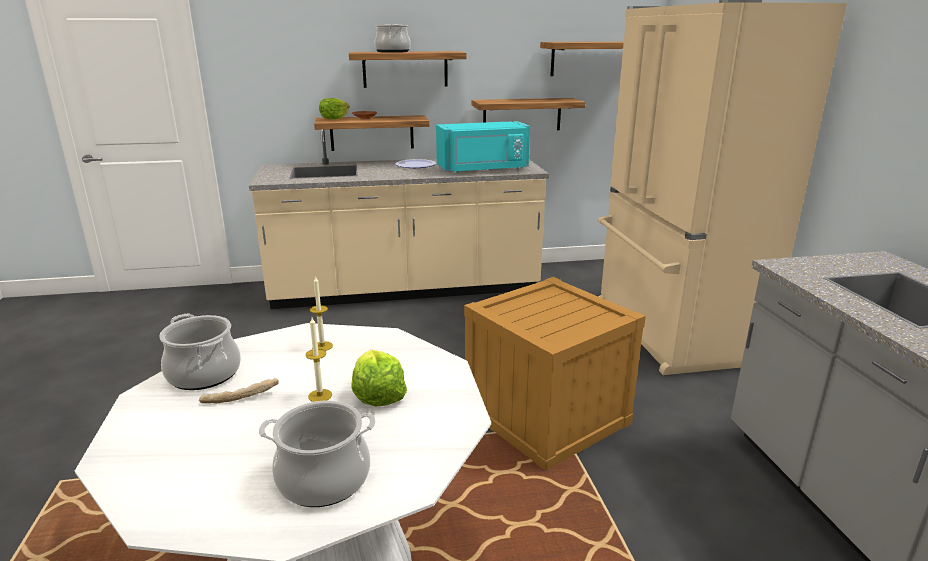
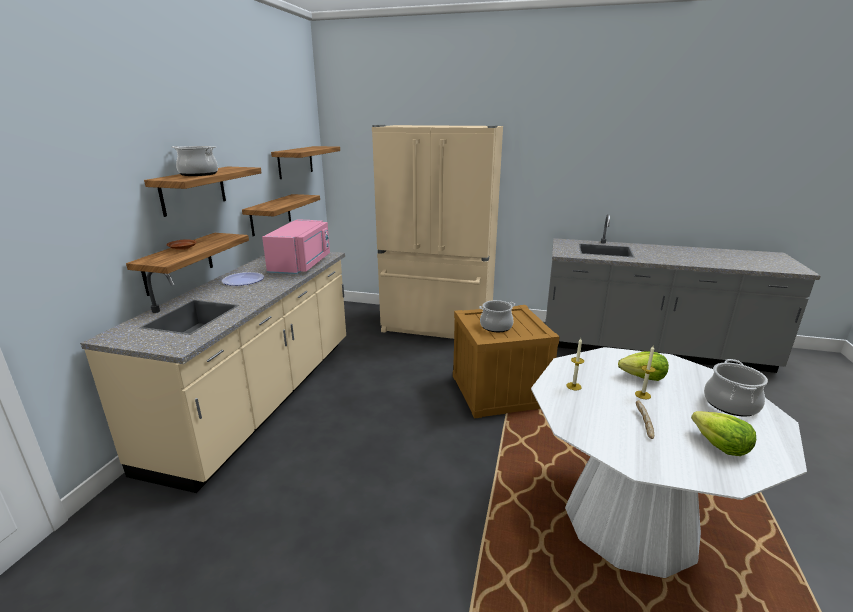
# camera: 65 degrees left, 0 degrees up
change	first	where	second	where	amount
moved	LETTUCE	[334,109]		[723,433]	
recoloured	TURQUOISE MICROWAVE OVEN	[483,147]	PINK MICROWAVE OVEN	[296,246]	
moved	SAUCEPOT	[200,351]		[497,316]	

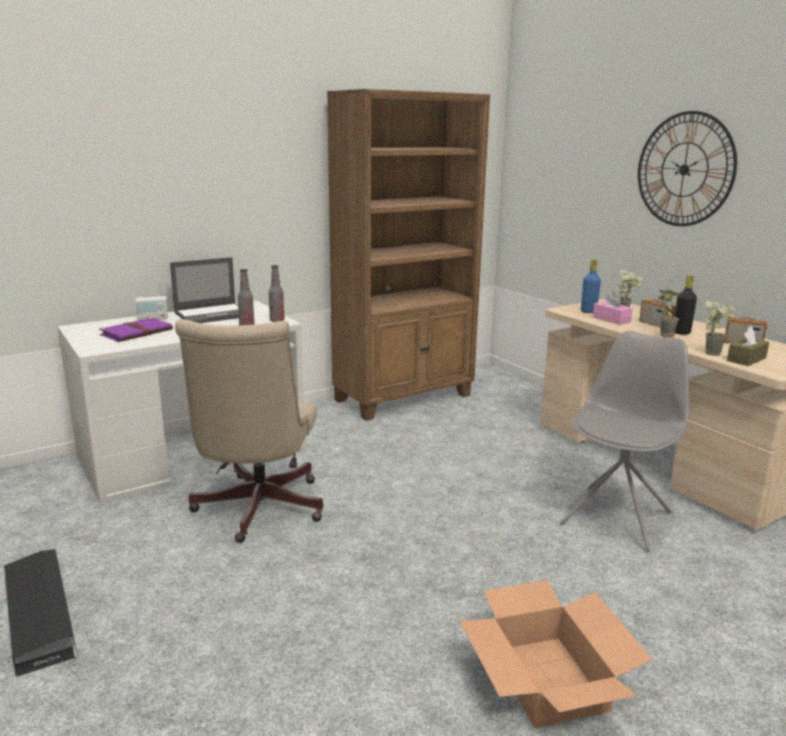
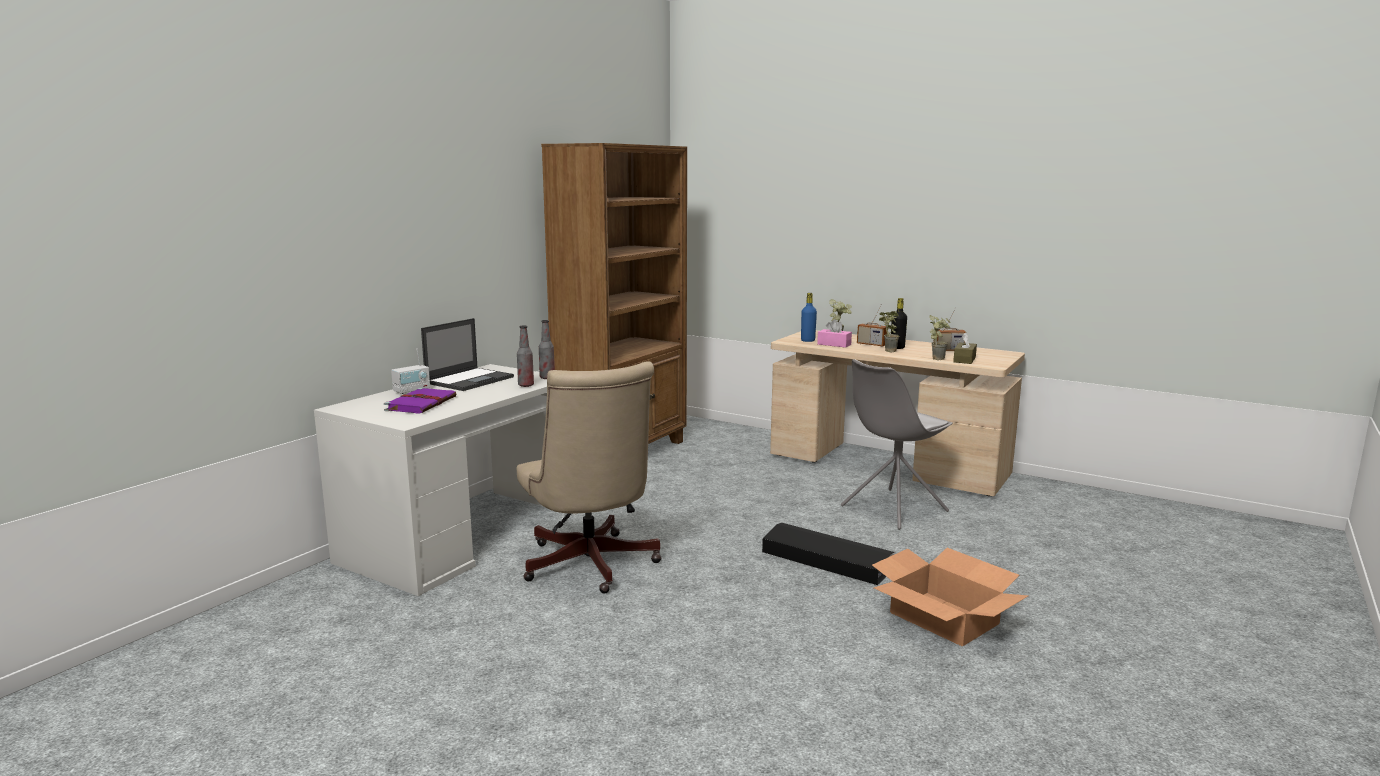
# camera: 25 degrees left, 5 degrees down
change	first	where	second	where	amount
removed	CLOCK ON THE WALL	[687,168]			
turned	GREYISH UPRIGHT CHAIR	[624,441]		[897,444]	135 degrees counterclockwise
moved	BLACK-COLOURED STORAGE BOX	[41,613]		[828,554]	

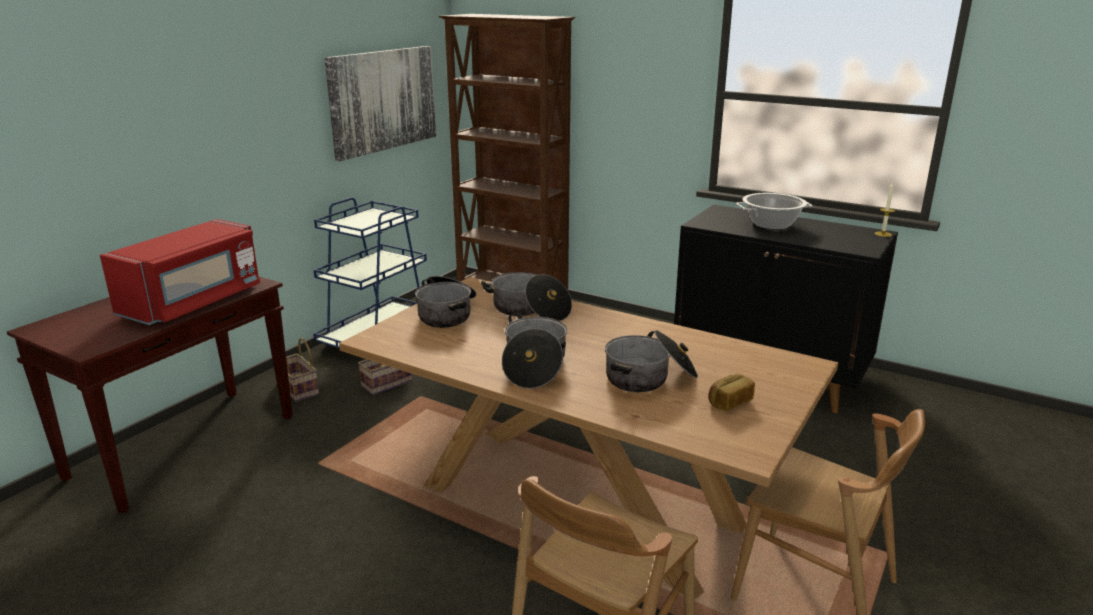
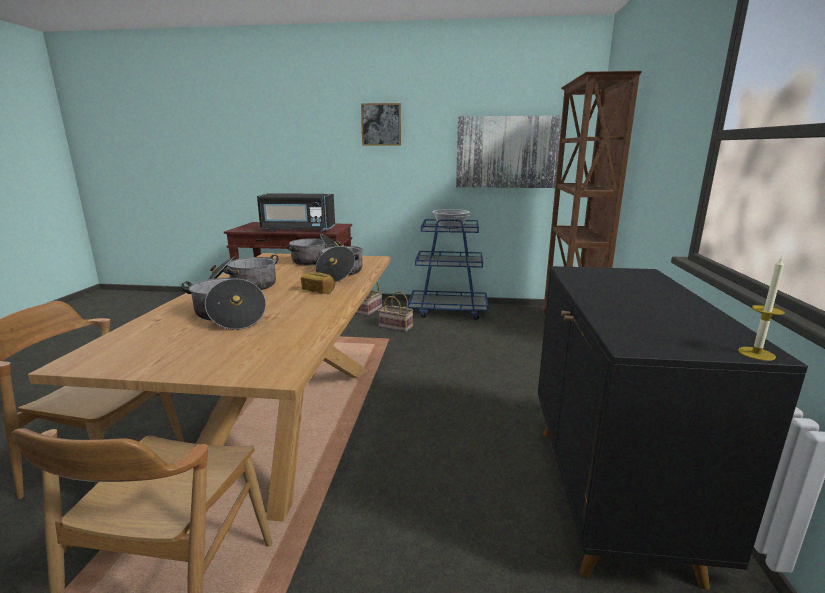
# camera: 65 degrees right, 5 degrees down
change	first	where	second	where	amount
moved	SAUCEPOT	[774,211]		[451,219]	
recoloured	RED-COLOURED MICROWAVE OVEN	[180,272]	BLACK-COLOURED MICROWAVE OVEN	[296,212]	
moved	BAKED BREAD	[731,392]		[318,283]	
added			WALL PICTURE	[381,124]	

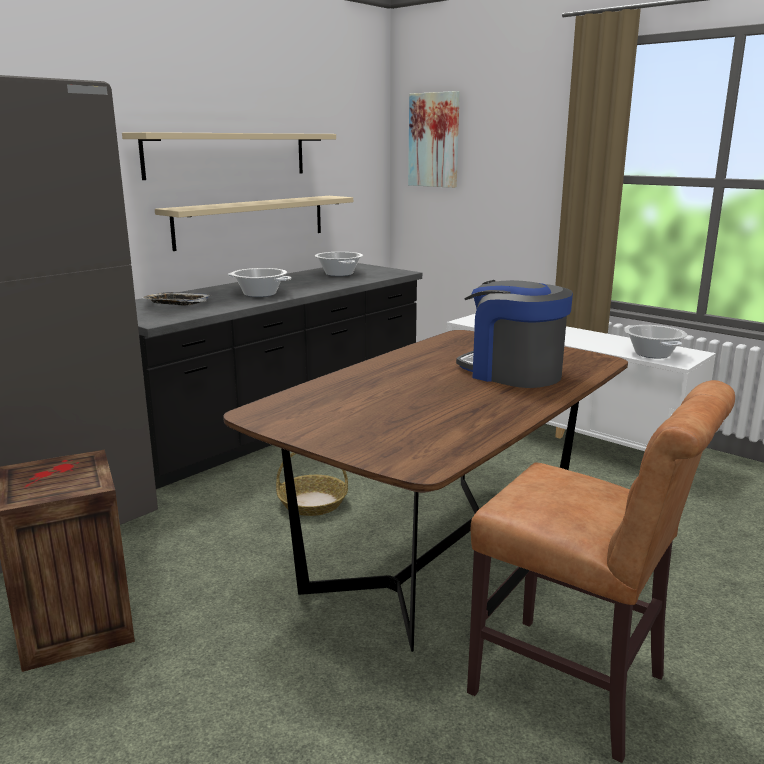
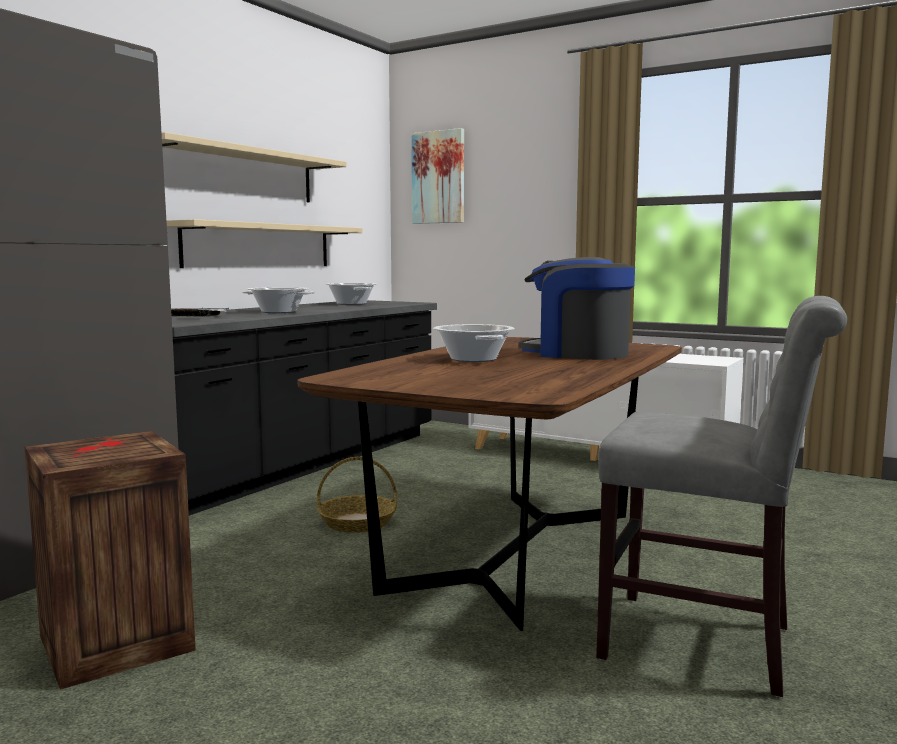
# camera: 10 degrees left, 10 degrees down
change	first	where	second	where	amount
moved	SAUCEPOT	[655,341]		[473,343]	
recoloured	BROWN-COLOURED UPRIGHT CHAIR	[601,571]	GREYISH UPRIGHT CHAIR	[721,496]	

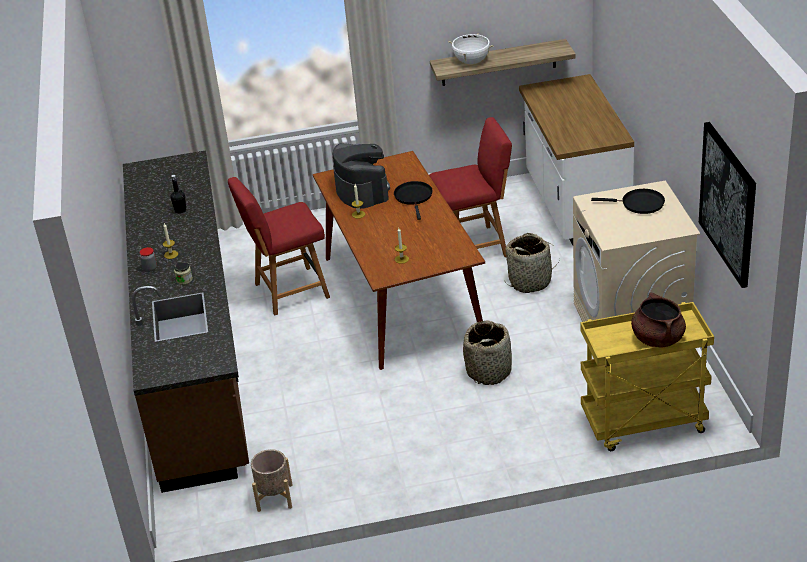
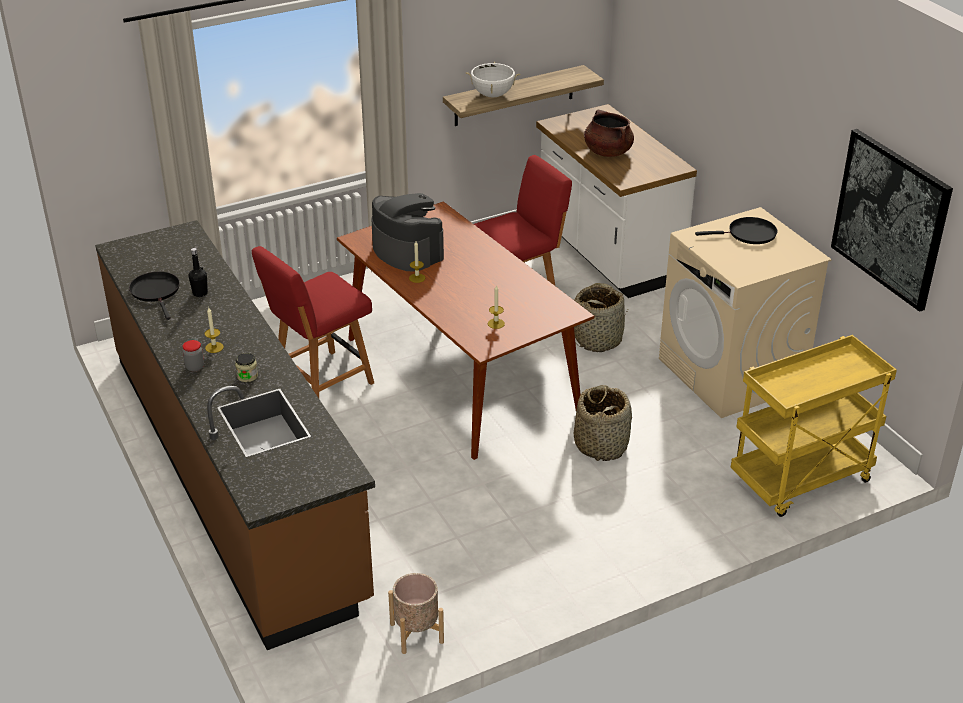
# camera: 20 degrees left, 0 degrees up
change	first	where	second	where	amount
moved	BLACK-COLOURED SKILLET	[413,200]		[154,296]	
moved	BROWN-COLOURED SAUCEPOT	[658,320]		[609,133]	

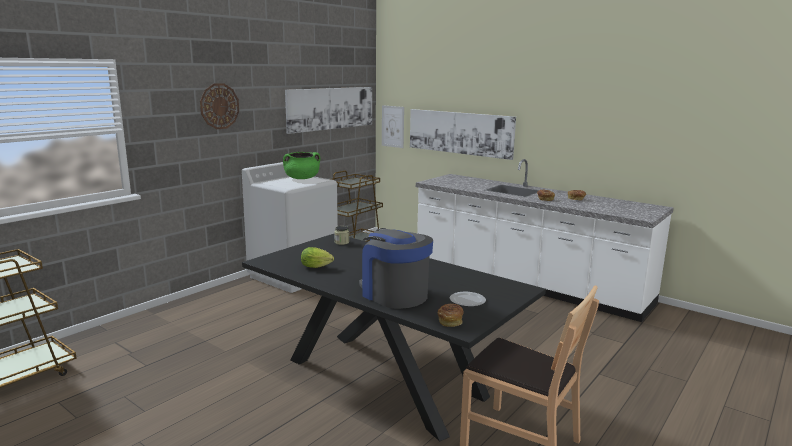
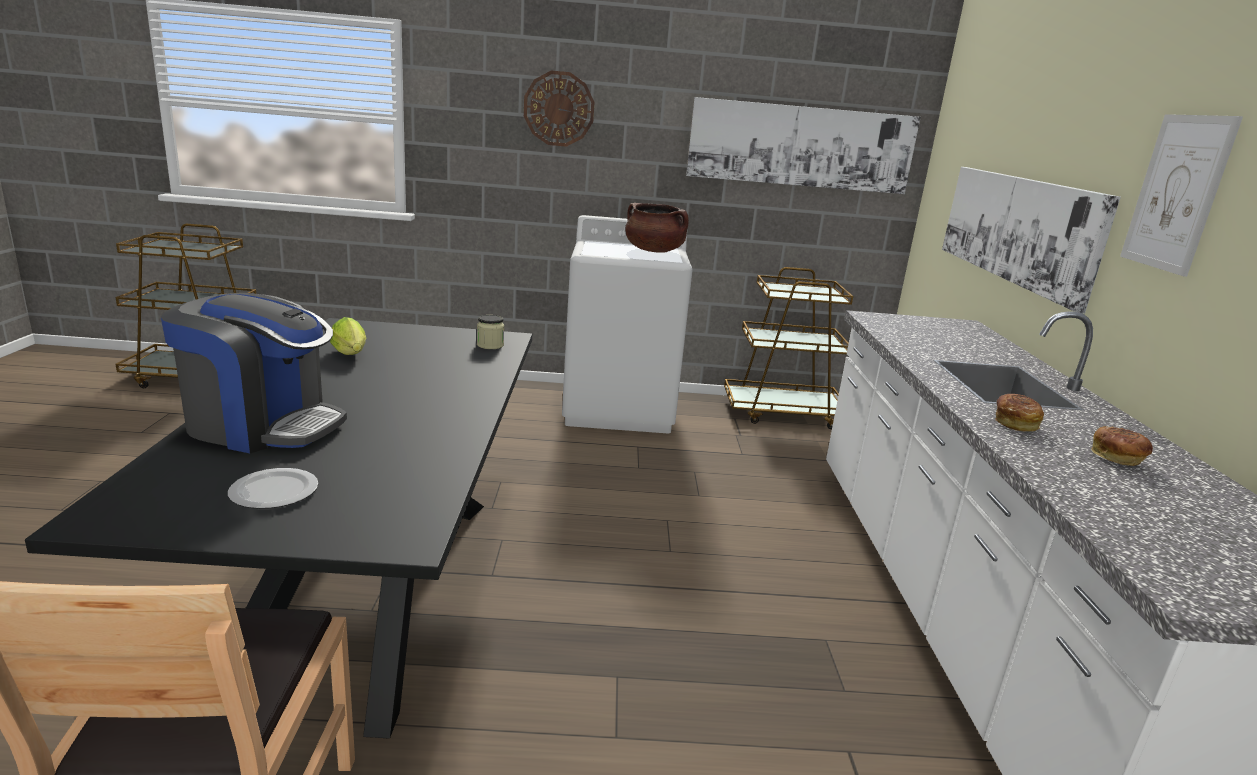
# camera: 50 degrees right, 5 degrees up
change	first	where	second	where	amount
moved	WALL PICTURE	[393,126]		[1181,195]	
recoloured	GREEN SAUCEPOT	[301,165]	BROWN-COLOURED SAUCEPOT	[657,228]	
turned	COFFEE BREWER	[396,268]		[254,373]	90 degrees clockwise
removed	BAKED BREAD	[451,315]			

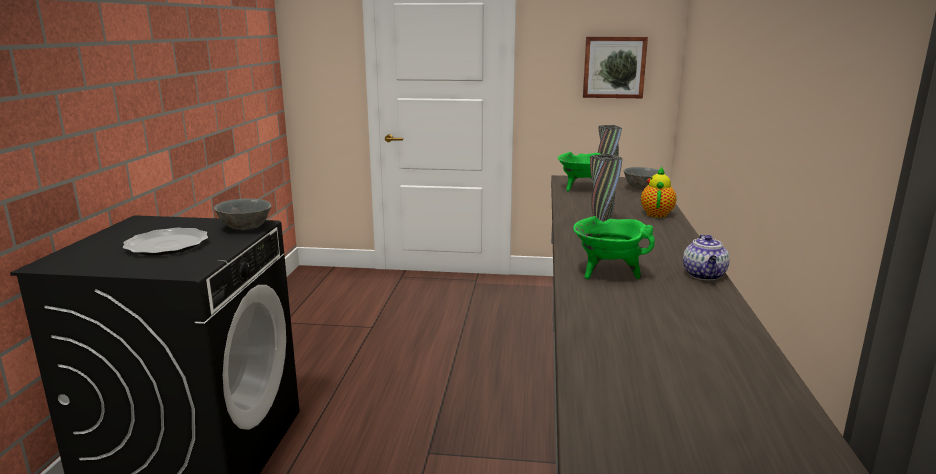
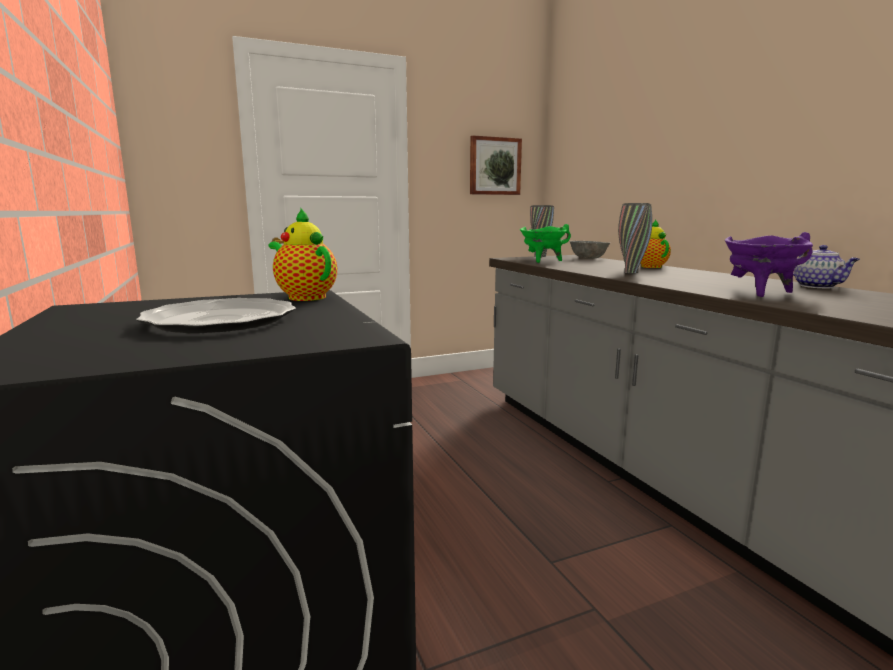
# camera: 30 degrees left, 5 degrees down
change	first	where	second	where	amount
replaced	GREYISH BOWL	[242,214]	TEAPOT	[303,254]	
recoloured	GREEN SAUCEPOT	[614,247]	PURPLISH SAUCEPOT	[769,264]	

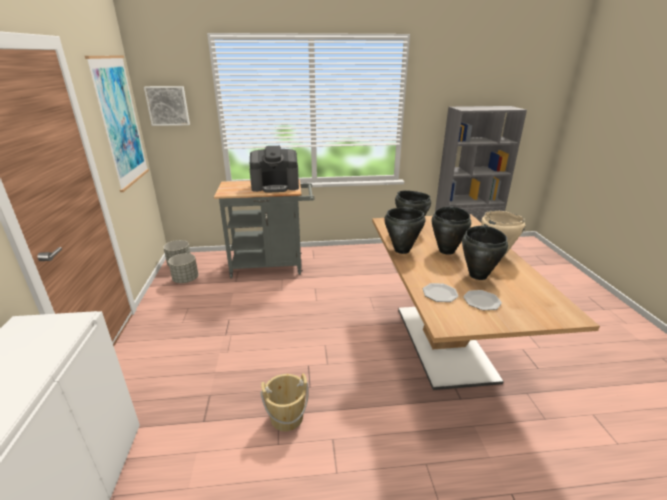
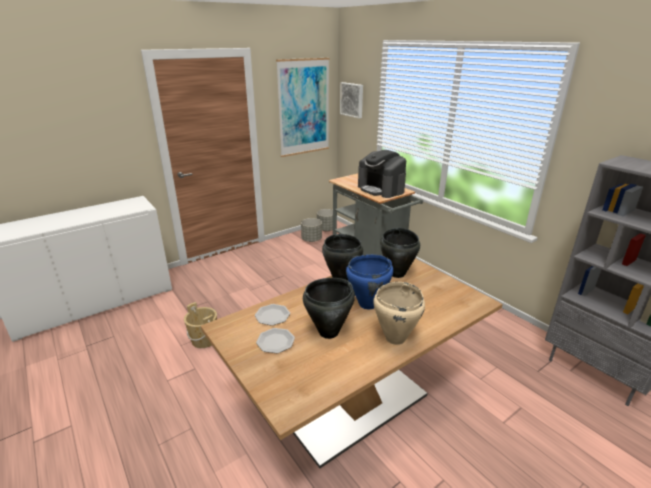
# camera: 60 degrees right, 0 degrees up
change	first	where	second	where	amount
recoloured	BLACK-COLOURED SAUCEPOT	[451,231]	BLUE-COLOURED SAUCEPOT	[369,282]	

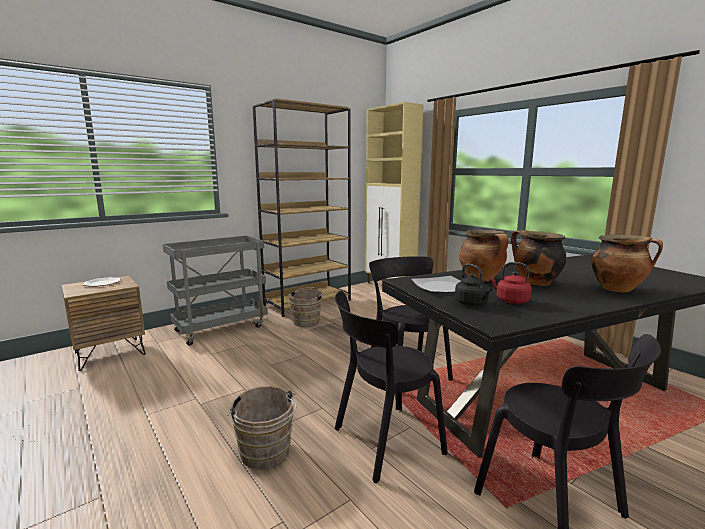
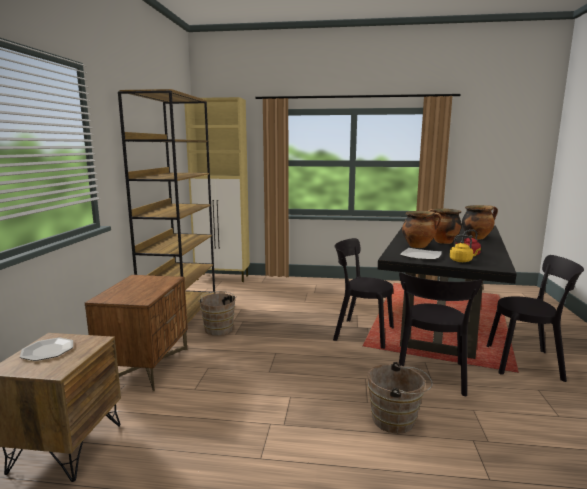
# camera: 45 degrees left, 0 degrees up
change	first	where	second	where	amount
replaced	GREYISH WHEELED CART	[215,290]	BROWN-COLOURED NIGHTSTAND	[136,333]	
recoloured	BLACK-COLOURED KETTLE	[473,285]	YELLOWISH KETTLE	[465,248]	

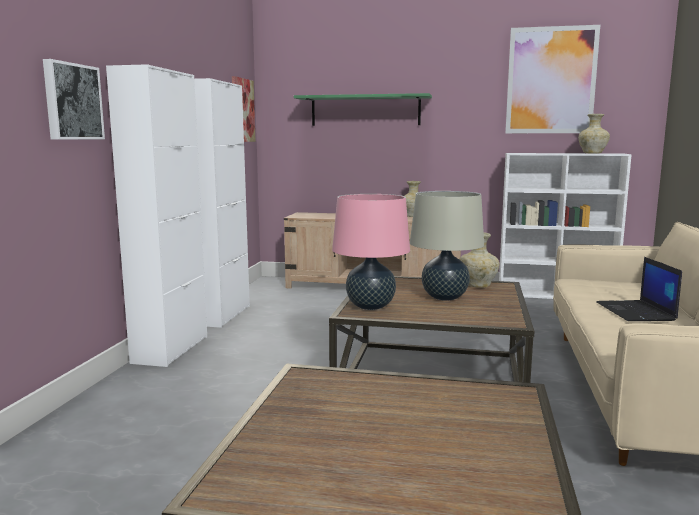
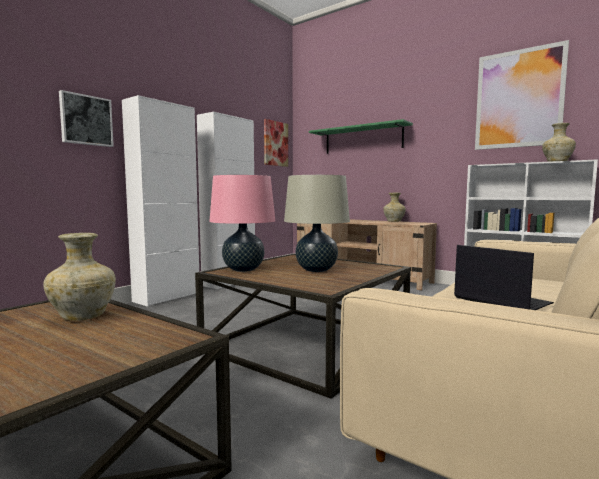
# camera: 25 degrees right, 5 degrees down
change	first	where	second	where	amount
moved	SAND-COLOURED DECORATIVE VASE	[479,260]		[79,277]	
turned	NOTEBOOK COMPUTER	[639,289]		[504,277]	120 degrees clockwise

